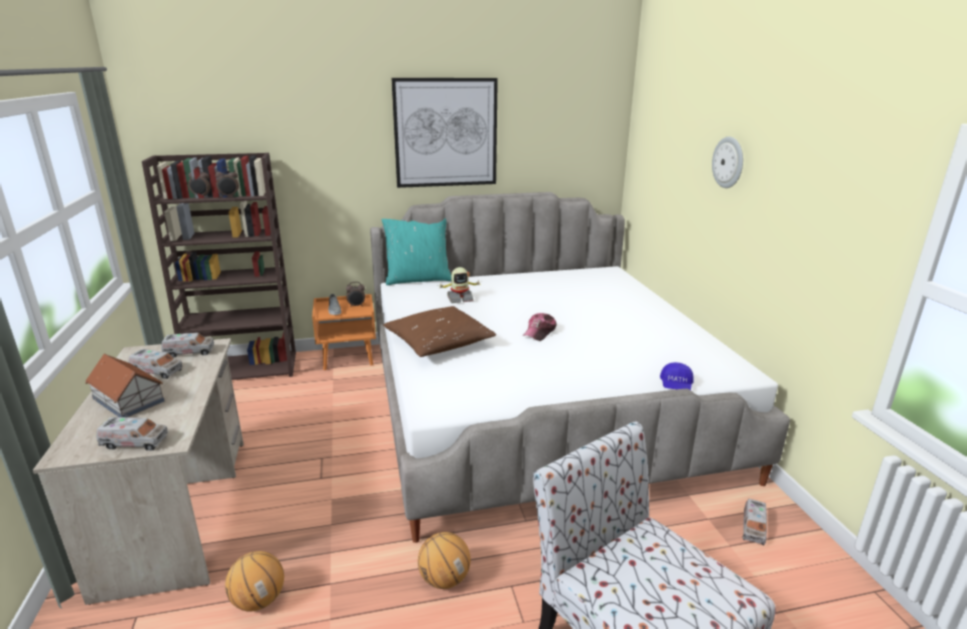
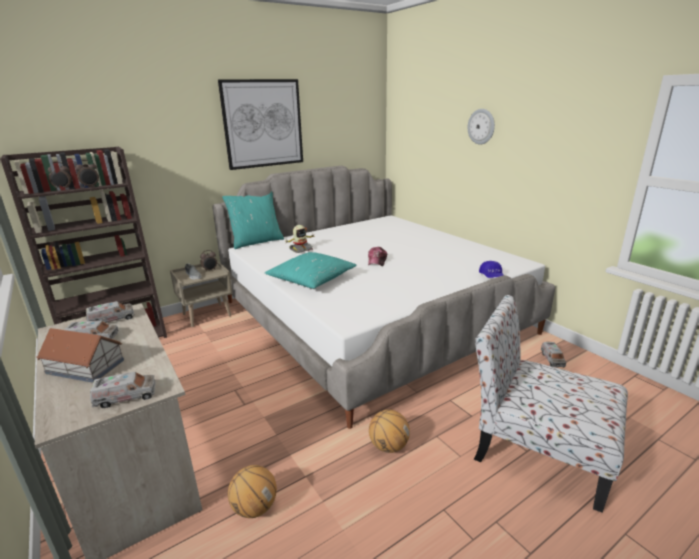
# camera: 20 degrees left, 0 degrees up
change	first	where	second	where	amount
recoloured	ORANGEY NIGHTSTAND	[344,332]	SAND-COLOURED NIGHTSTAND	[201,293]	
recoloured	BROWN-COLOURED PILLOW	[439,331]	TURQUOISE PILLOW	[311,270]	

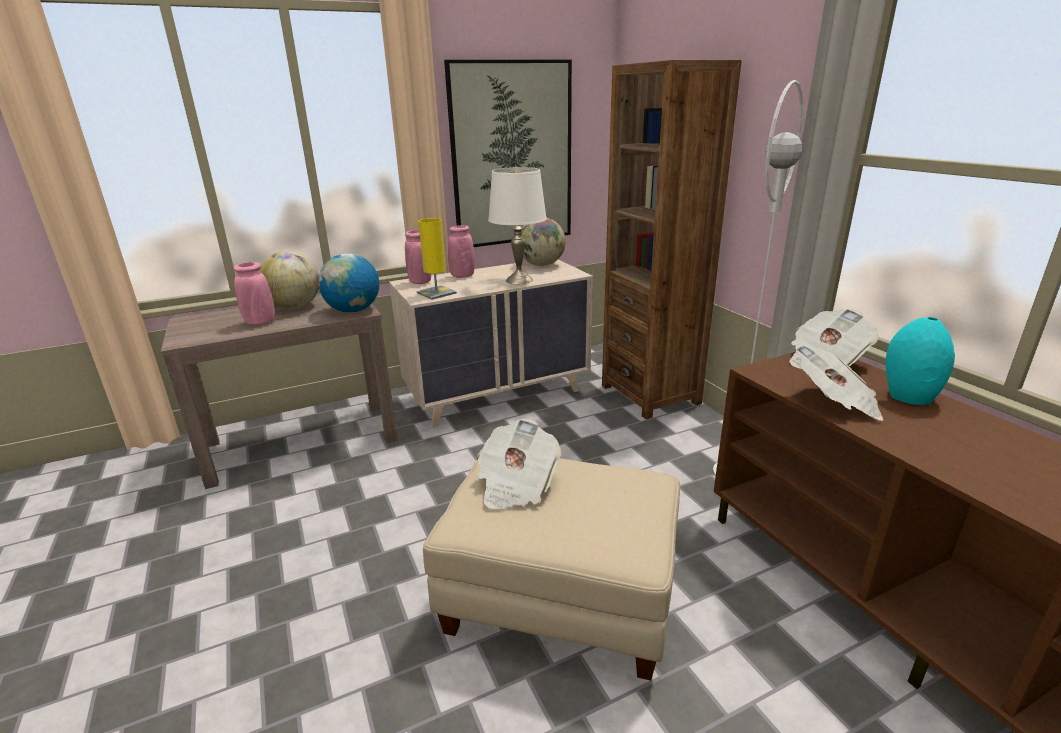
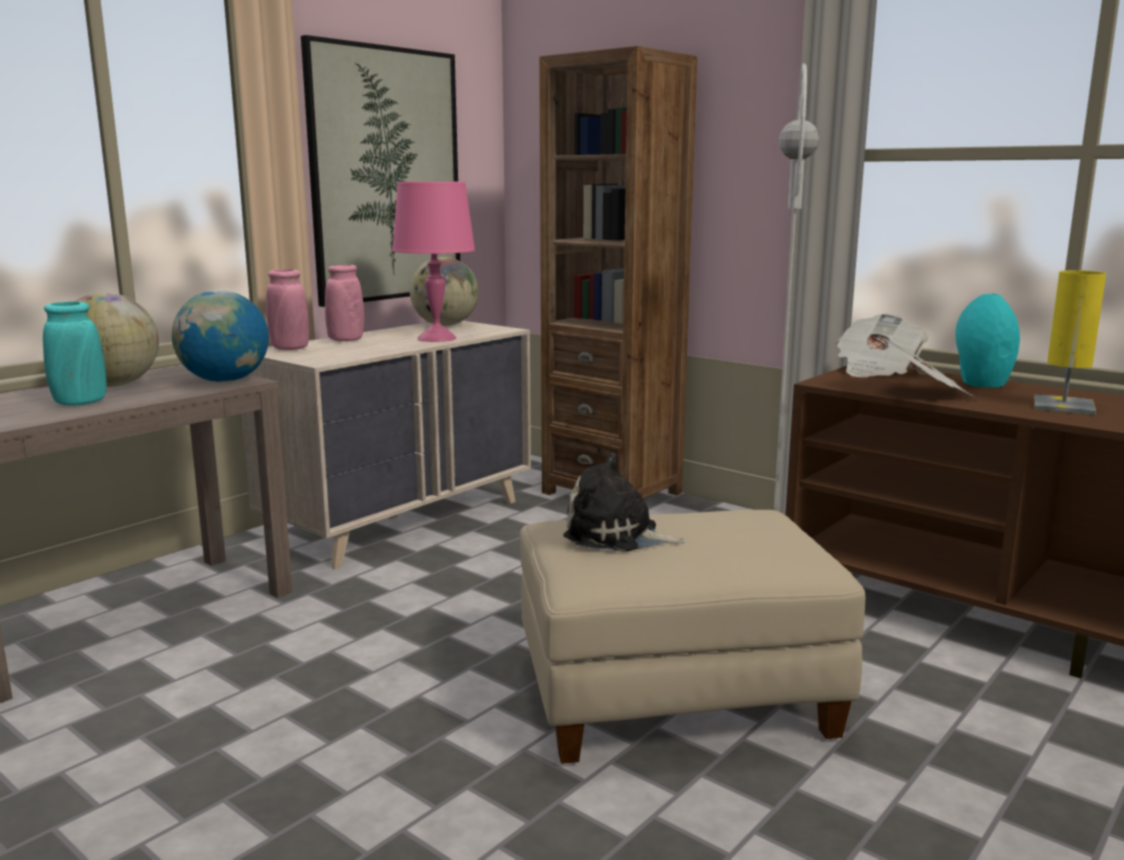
# camera: 25 degrees left, 10 degrees down
change	first	where	second	where	amount
recoloured	WHITE-COLOURED TABLE LAMP	[517,225]	PINK TABLE LAMP	[433,262]	
moved	YELLOWISH TABLE LAMP	[437,259]		[1070,342]	
recoloured	PINK DECORATIVE VASE	[254,293]	TURQUOISE DECORATIVE VASE	[75,353]	
replaced	NEWSPAPER	[519,464]	PLUSH TOY	[624,502]	

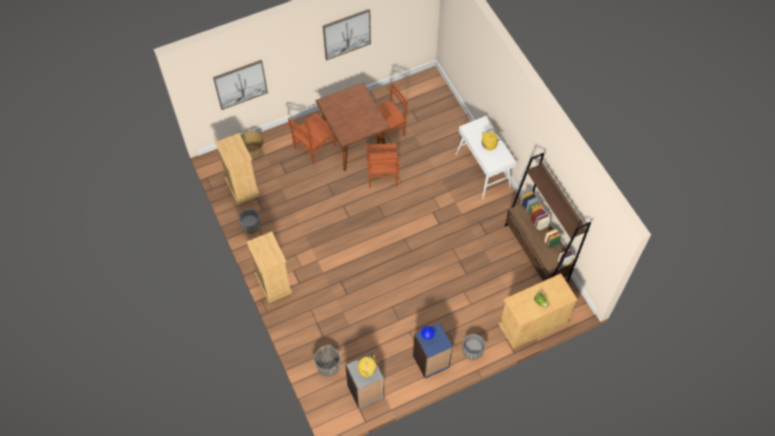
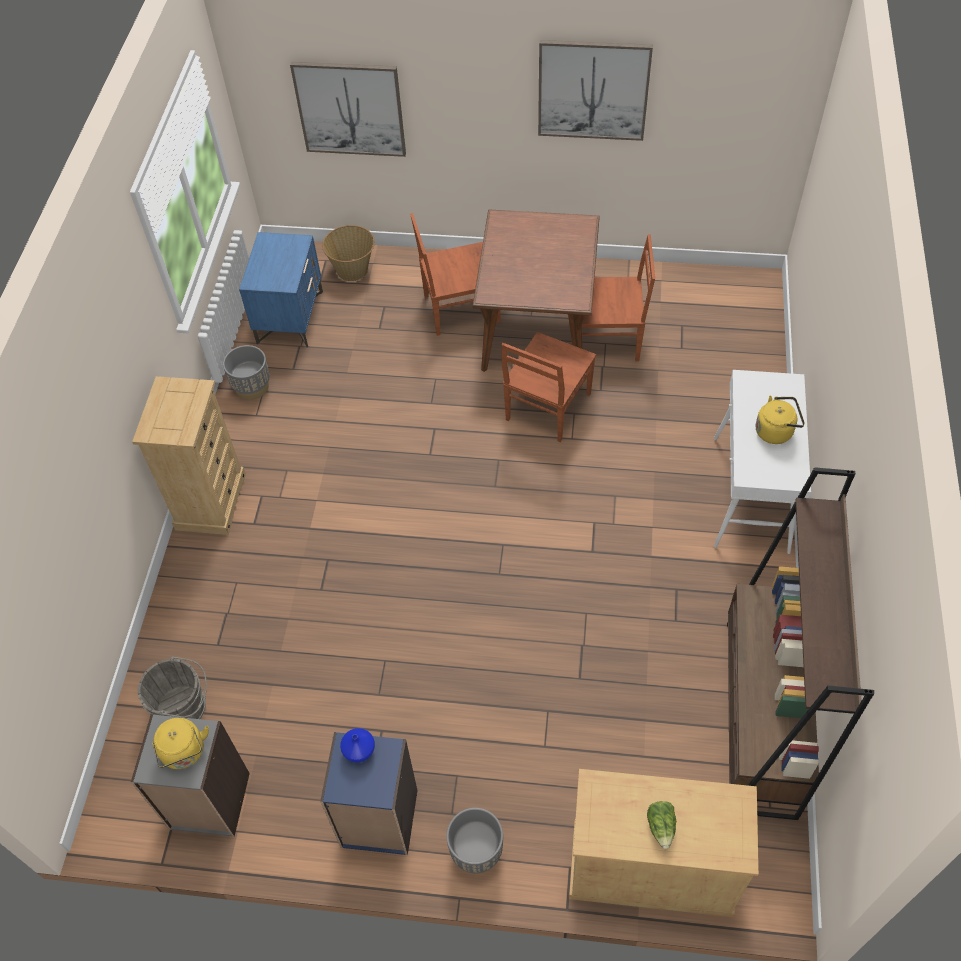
# camera: 35 degrees right, 5 degrees down
change	first	where	second	where	amount
replaced	SAND-COLOURED DRAWER CHEST	[237,169]	BLUE-COLOURED NIGHTSTAND	[281,290]	

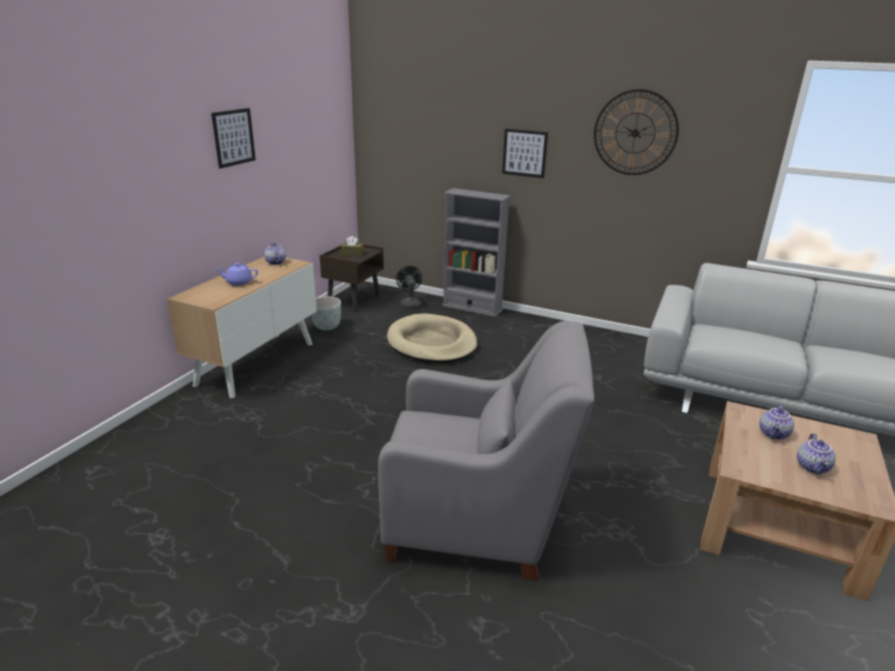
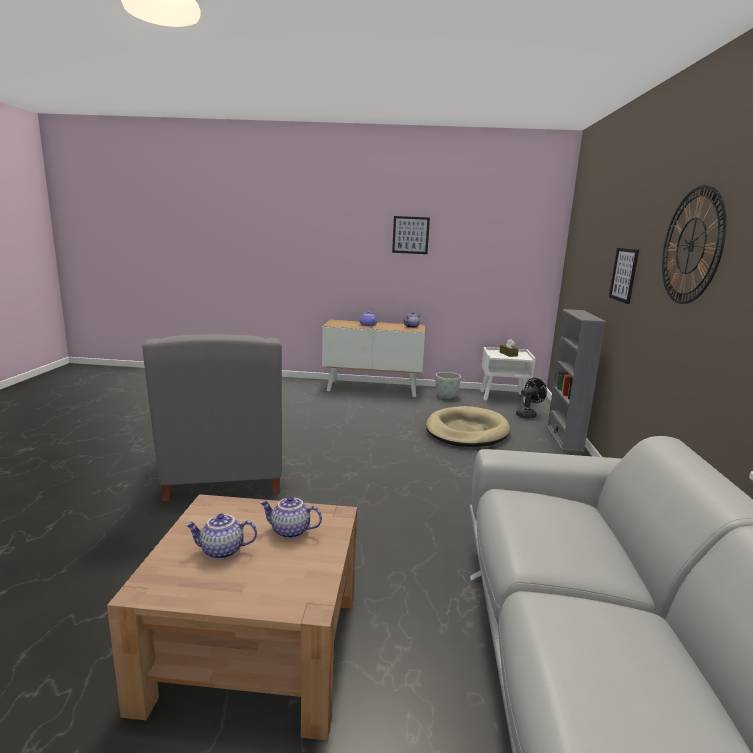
# camera: 70 degrees right, 10 degrees down
change	first	where	second	where	amount
recoloured	BROWN-COLOURED NIGHTSTAND	[352,277]	WHITE-COLOURED NIGHTSTAND	[508,375]	

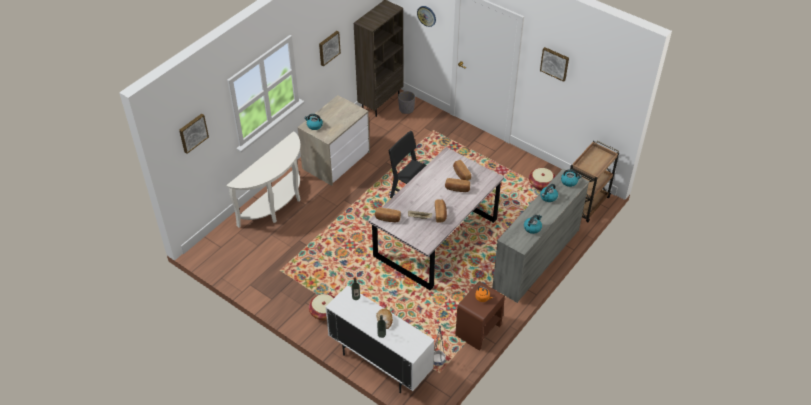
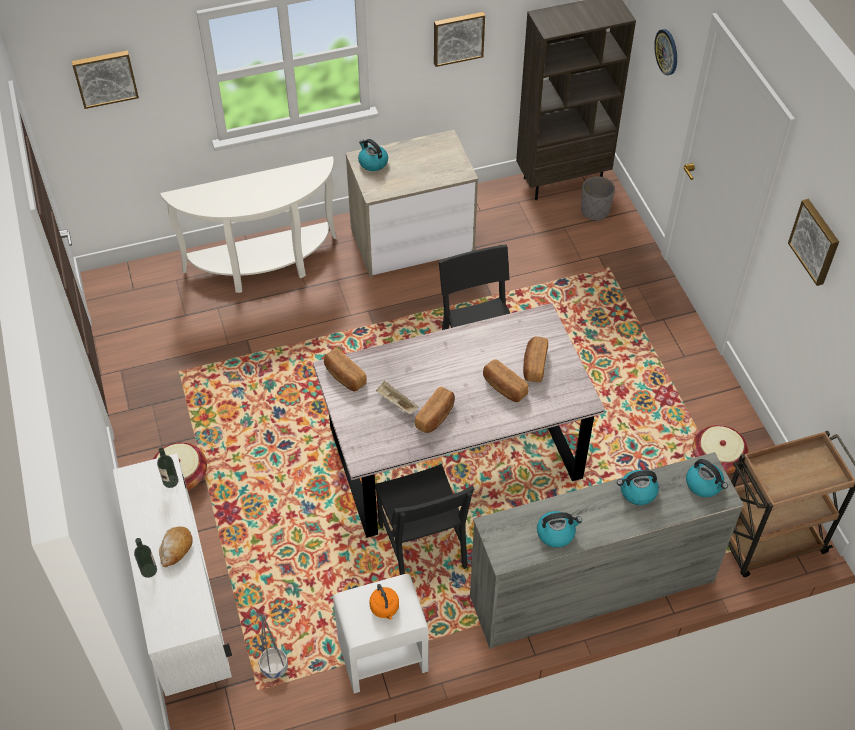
# camera: 35 degrees right, 5 degrees up
change	first	where	second	where	amount
recoloured	BROWN-COLOURED NIGHTSTAND	[480,316]	WHITE-COLOURED NIGHTSTAND	[381,633]	
added			BLACK-COLOURED UPRIGHT CHAIR	[424,519]	

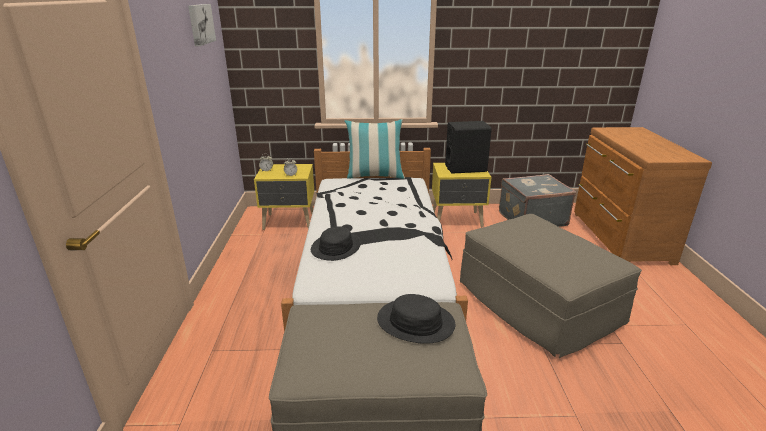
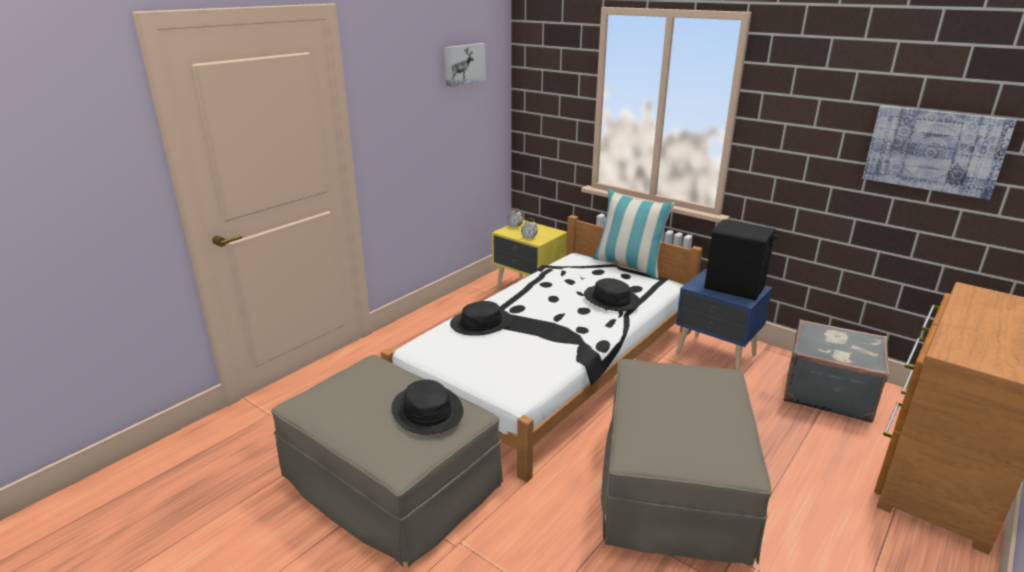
# camera: 40 degrees right, 0 degrees up
change	first	where	second	where	amount
recoloured	YELLOWISH NIGHTSTAND	[462,195]	BLUE-COLOURED NIGHTSTAND	[724,320]	
added			WALL PICTURE	[939,152]	
added			BLACK-COLOURED WEARABLE HAT	[612,294]	

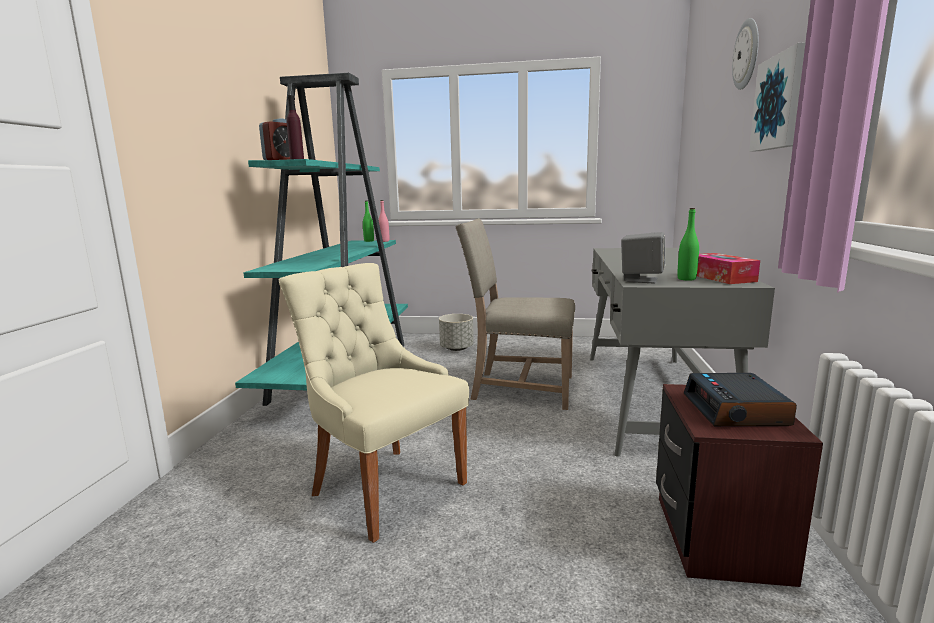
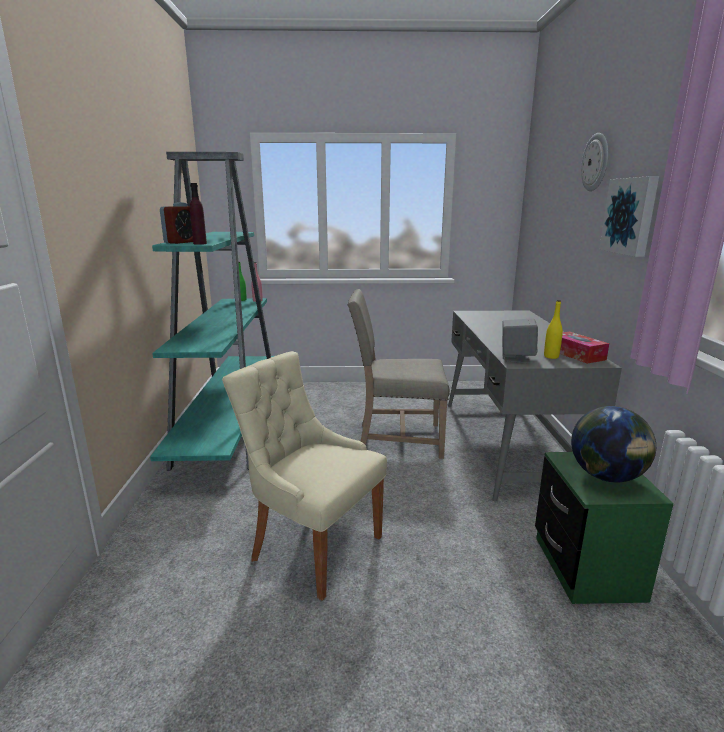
# camera: 10 degrees left, 5 degrees up
change	first	where	second	where	amount
recoloured	GREEN BOTTLE	[688,244]	YELLOWISH BOTTLE	[553,329]	
removed	GREYISH PLANT POT	[456,332]			
replaced	ALARM CLOCK	[740,399]	DESK GLOBE	[613,444]	
recoloured	BROWN-COLOURED NIGHTSTAND	[739,485]	GREEN NIGHTSTAND	[604,528]	

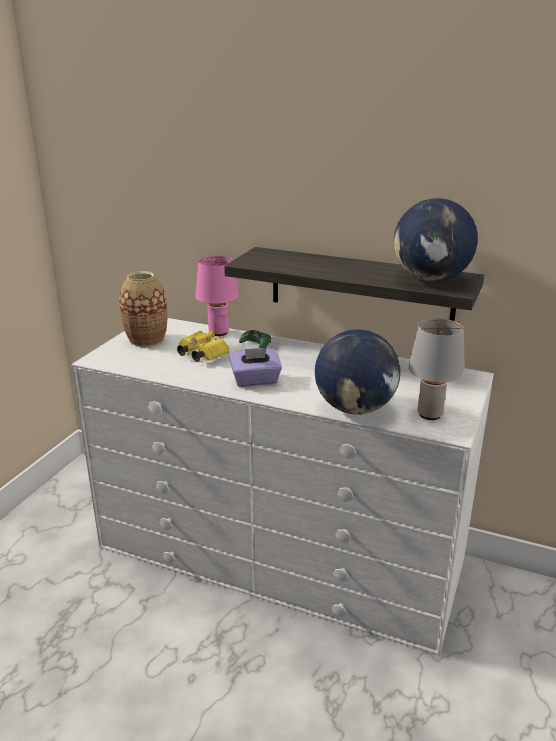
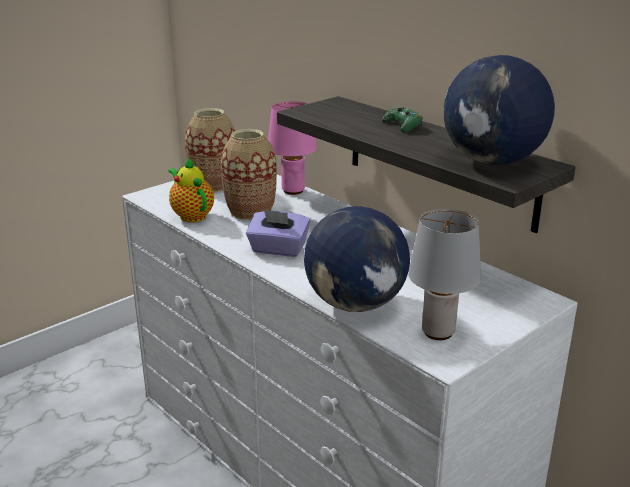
# camera: 25 degrees right, 0 degrees up
change	first	where	second	where	amount
replaced	YELLOWISH PAIR OF BINOCULARS	[203,346]	DECORATIVE VASE	[249,174]	
moved	GREEN GAMEPAD	[255,339]		[402,120]	
added			TEAPOT	[191,190]	

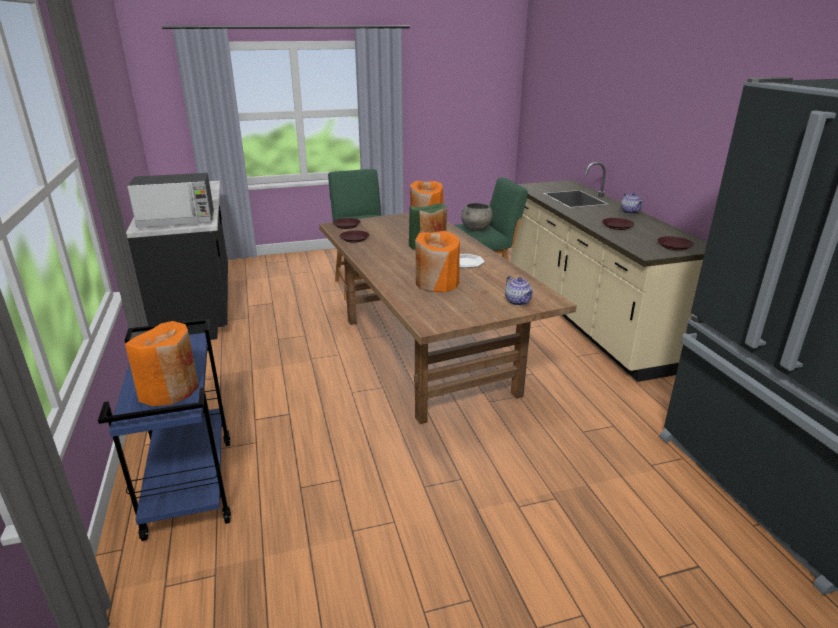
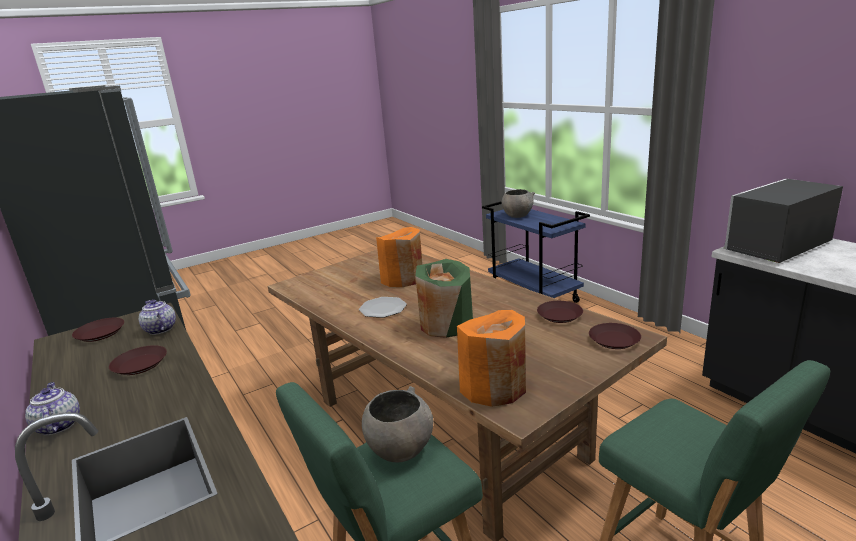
# camera: 165 degrees right, 5 degrees down
change	first	where	second	where	amount
moved	TEAPOT	[519,290]		[157,317]	
replaced	ORANGEY DECORATIVE VASE	[162,363]	GREYISH BOWL	[518,203]	

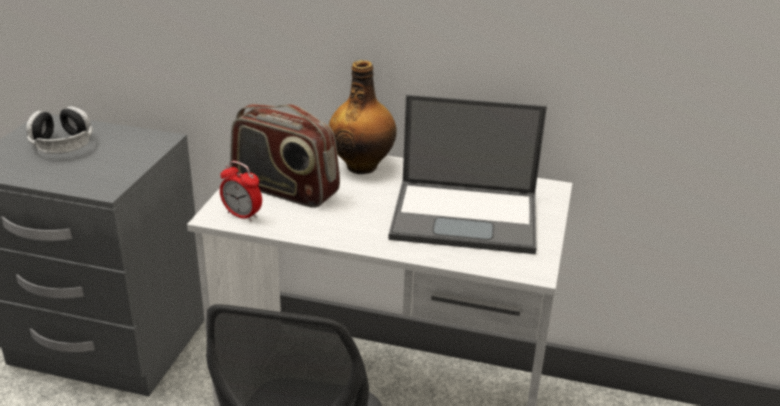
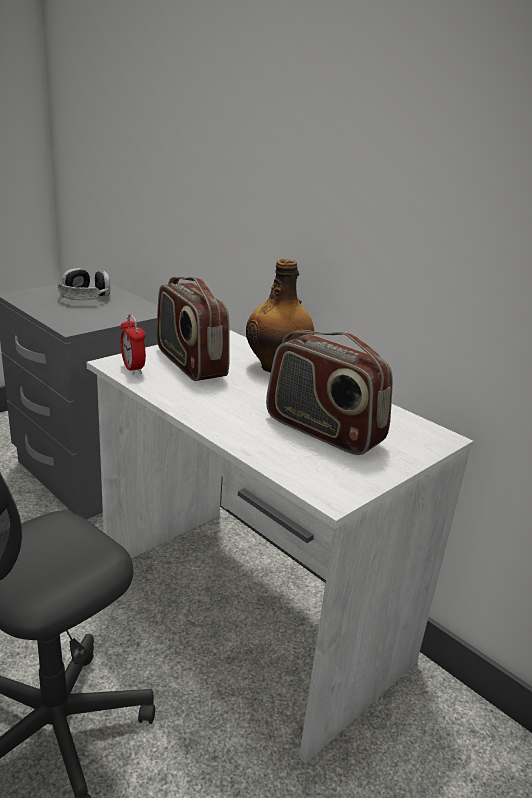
# camera: 30 degrees right, 5 degrees down
change	first	where	second	where	amount
replaced	NOTEBOOK COMPUTER	[468,174]	RADIO SET	[329,392]	

